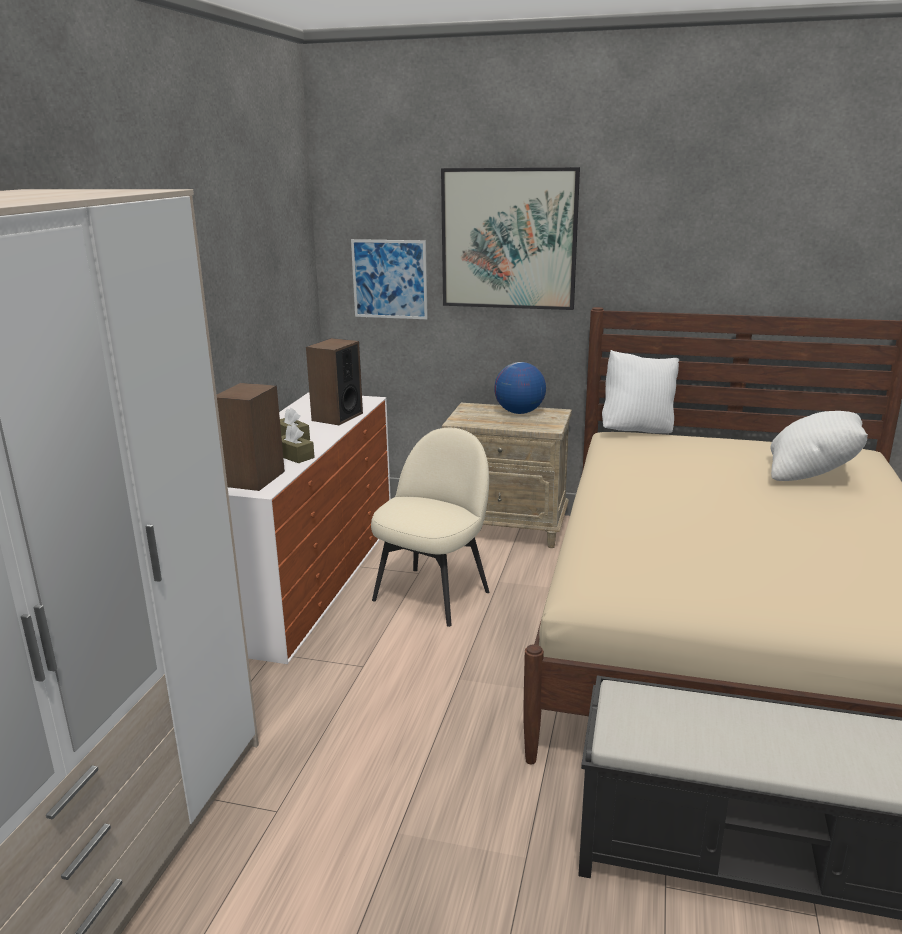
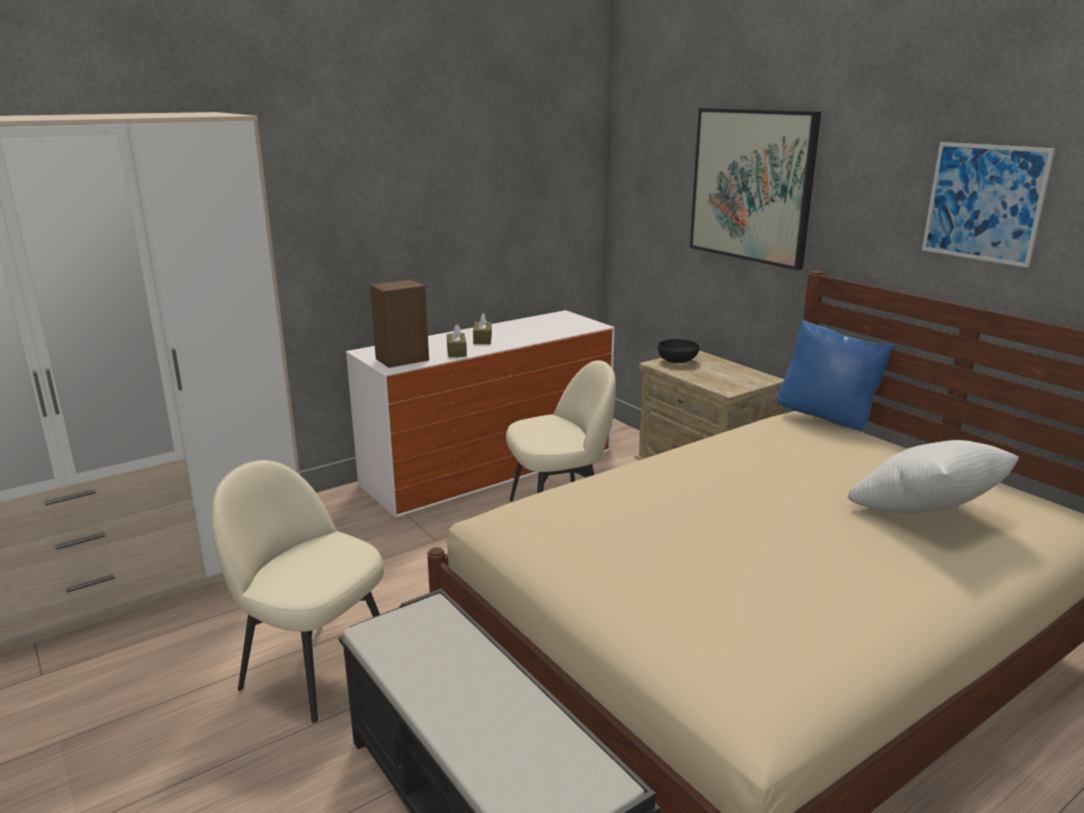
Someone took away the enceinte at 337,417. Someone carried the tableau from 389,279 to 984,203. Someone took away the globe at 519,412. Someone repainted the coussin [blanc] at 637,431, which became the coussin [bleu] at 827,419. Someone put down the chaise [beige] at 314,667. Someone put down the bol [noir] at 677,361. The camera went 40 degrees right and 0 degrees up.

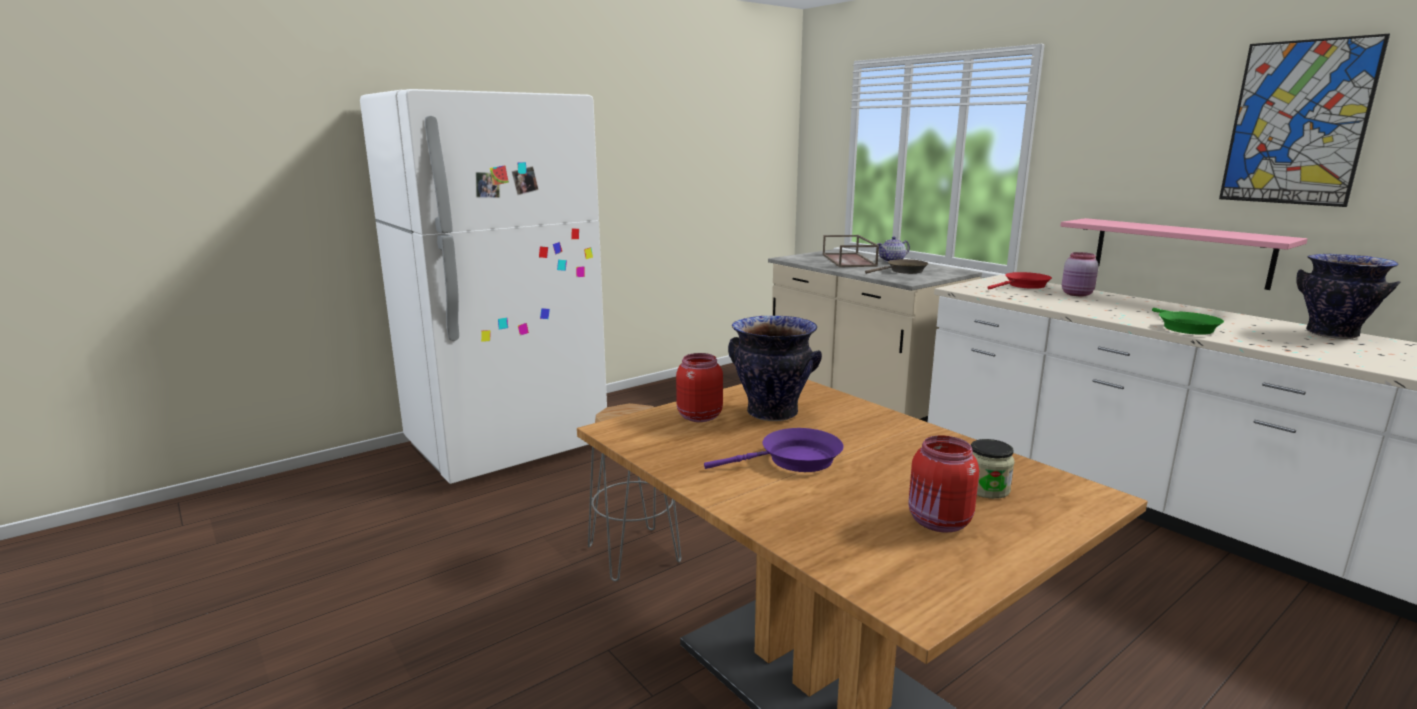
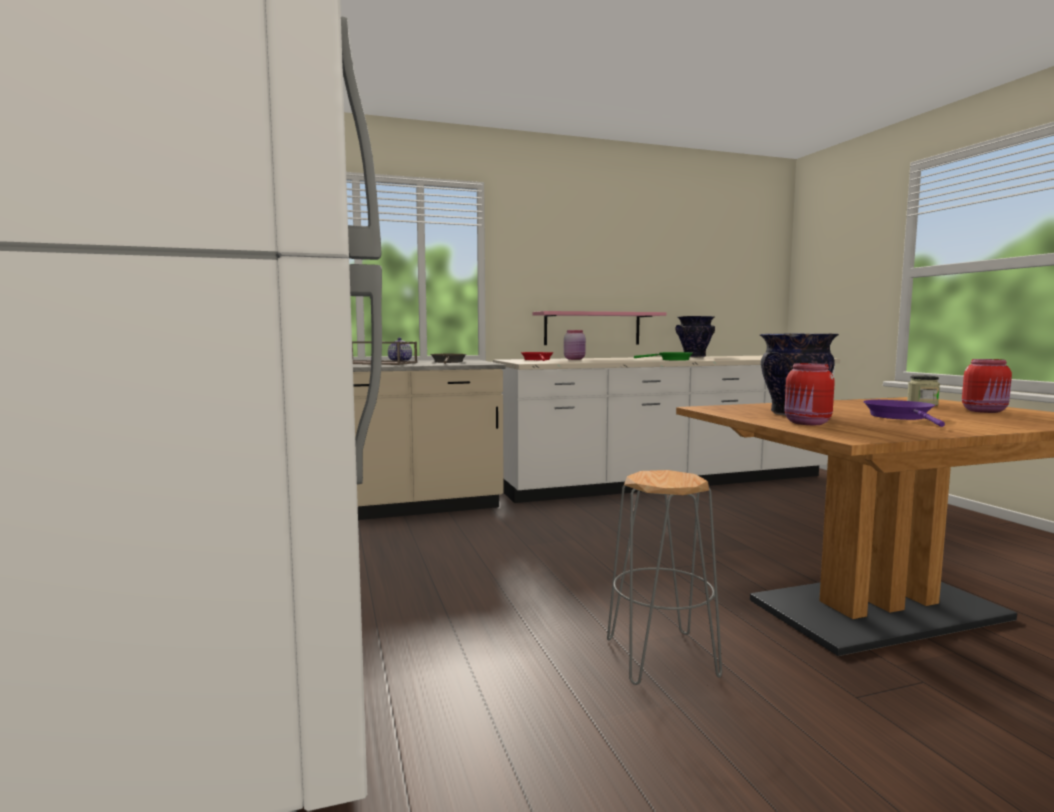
Someone took away the tableau at 1297,123. The camera went 70 degrees left and 10 degrees down.

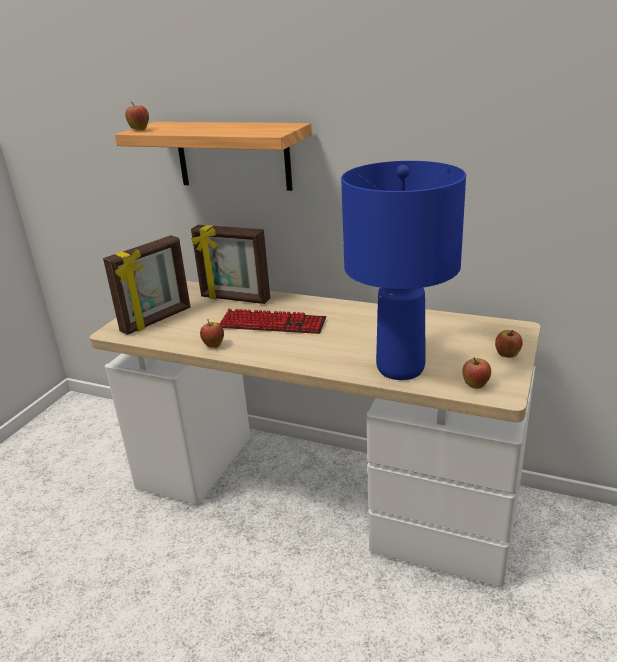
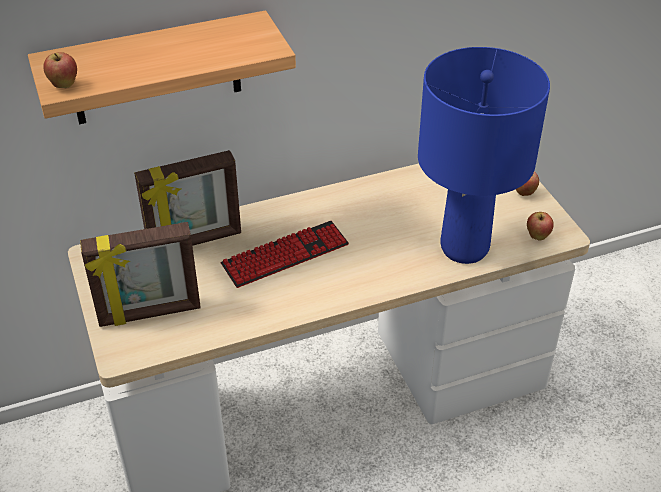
Someone rotated the cadre photo at 157,320 by 75 degrees clockwise. Someone took away the pomme at 213,346. The camera went 45 degrees left and 15 degrees up.

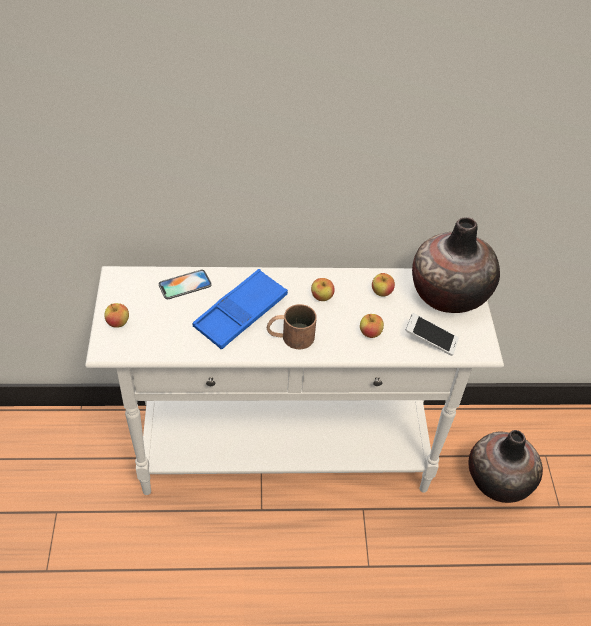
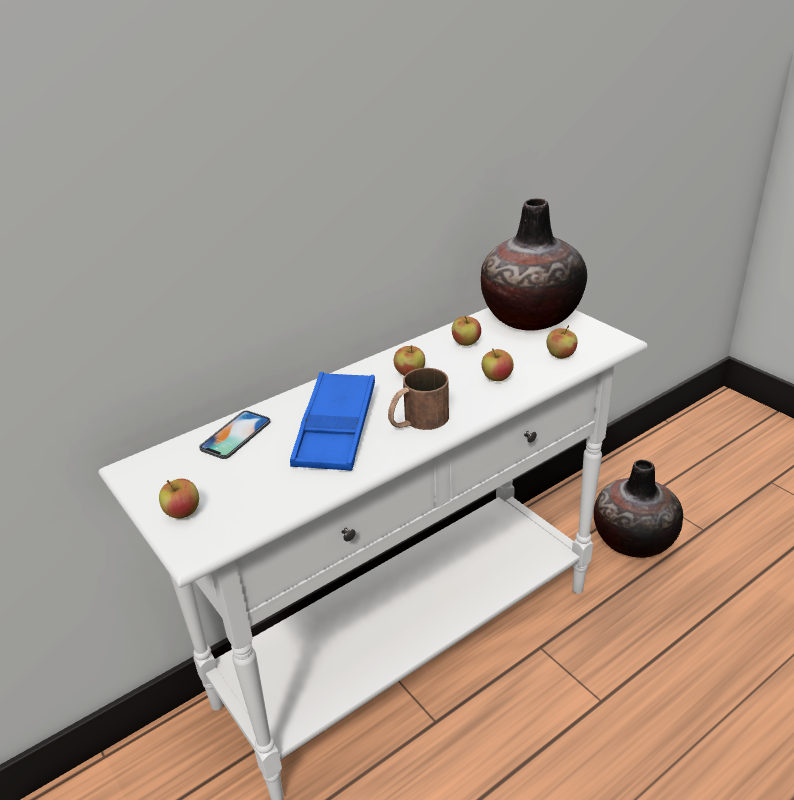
Someone swapped the téléphone at 430,339 for the pomme at 560,355. The camera went 30 degrees left and 15 degrees down.

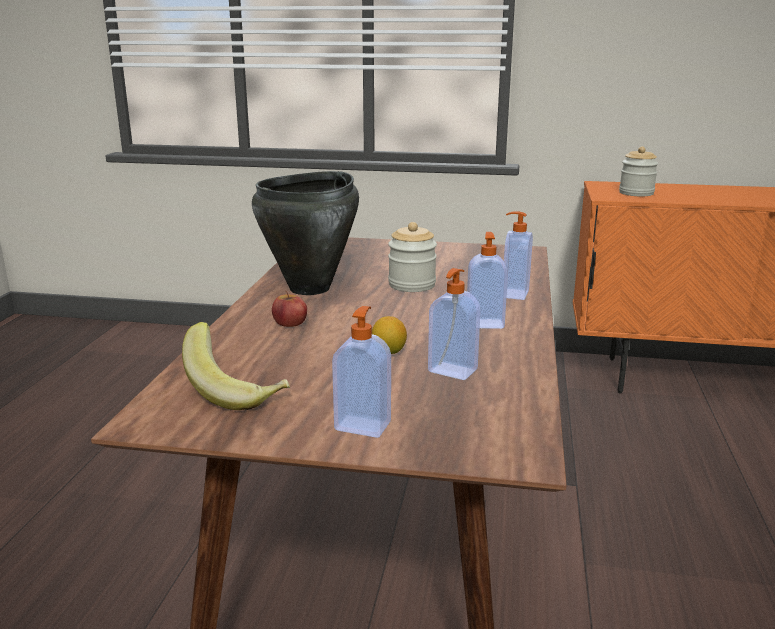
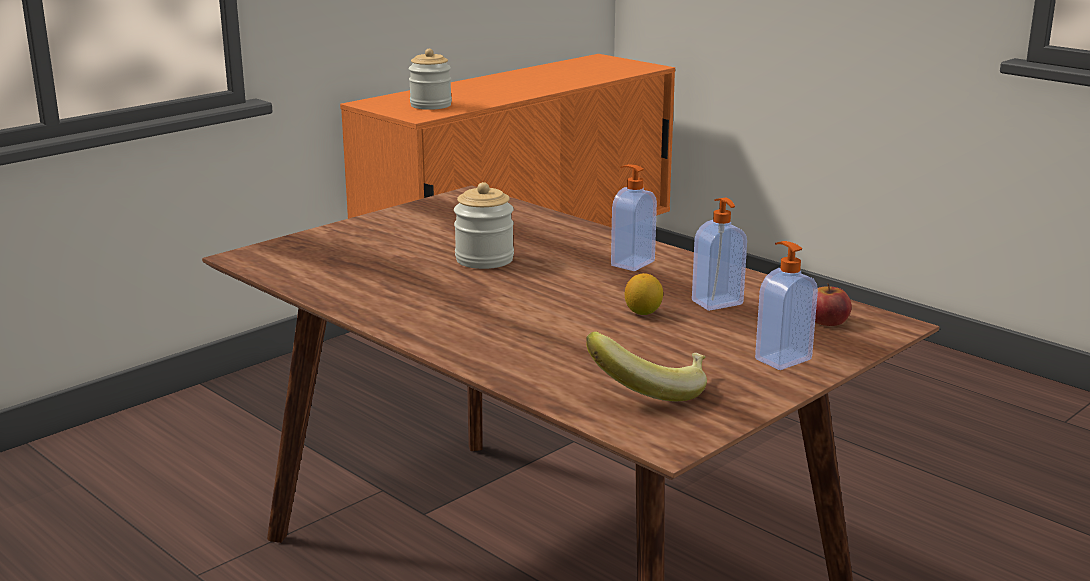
Someone took away the marmite [noir] at 311,288. Someone carried the pomme from 290,322 to 827,320. Someone took away the distributeur de savon at 514,294. The camera went 55 degrees left and 0 degrees up.

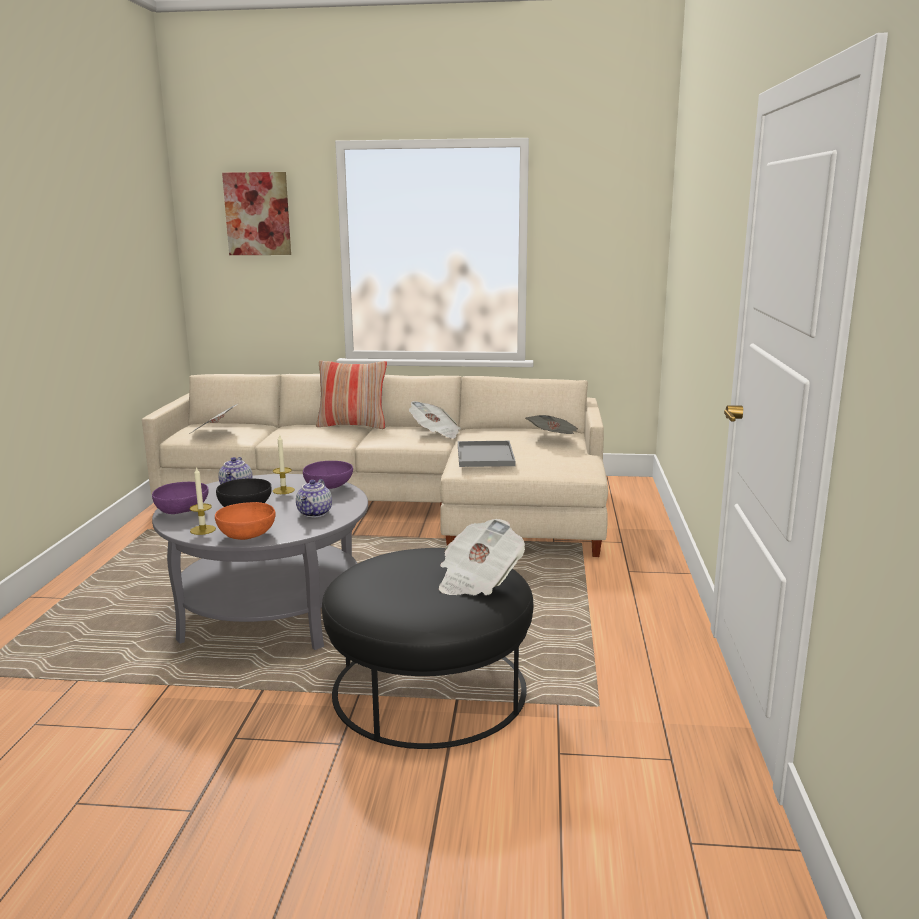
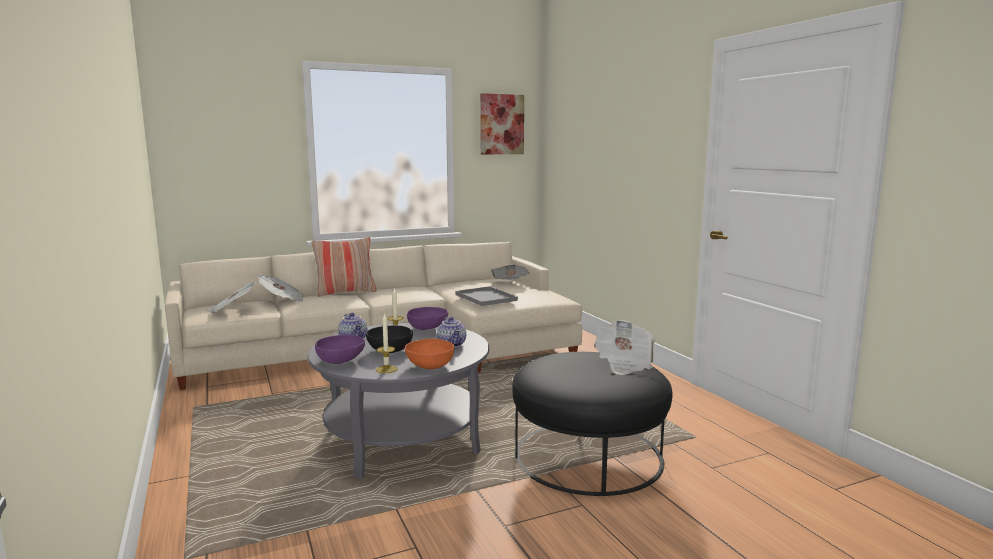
Someone carried the tableau from 257,214 to 501,124. Someone carried the journal from 435,433 to 282,300. The camera went 30 degrees left and 5 degrees down.

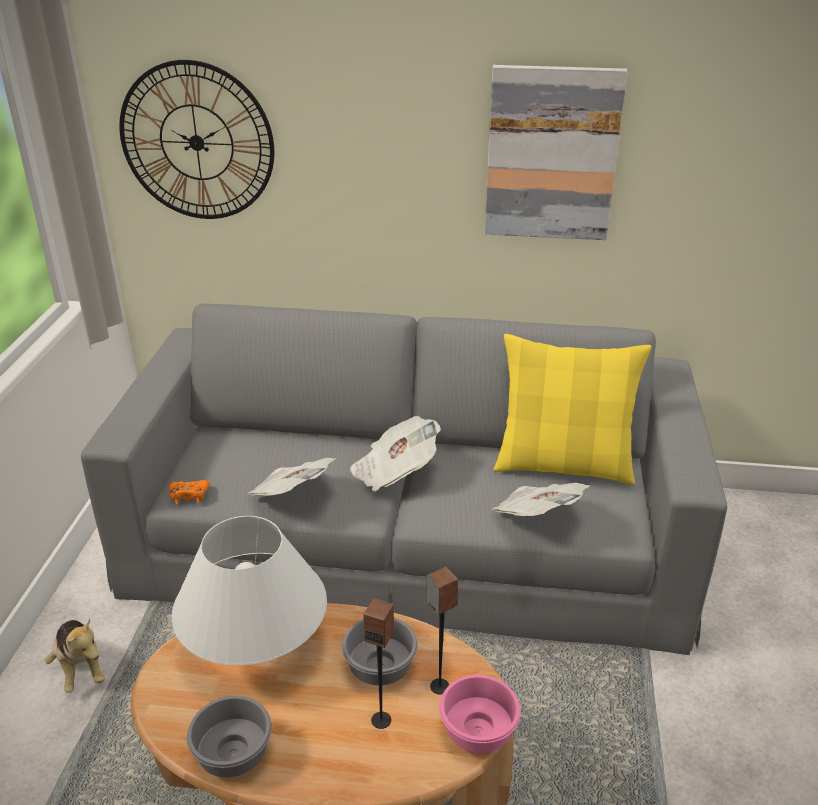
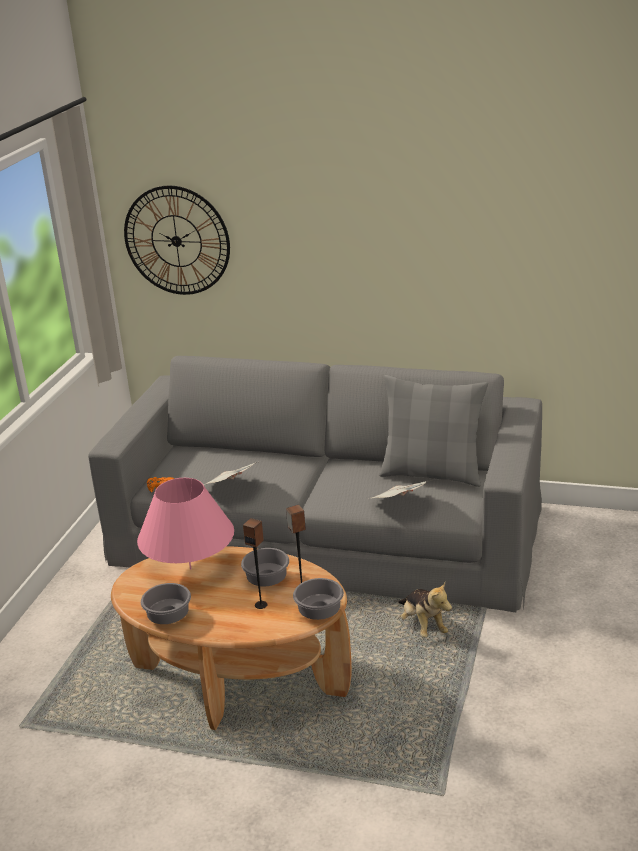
Someone carried the peluche from 80,668 to 423,626. Someone repainted the lampe de table [blanc] at 256,650, which became the lampe de table [rose] at 191,569. Someone took away the journal at 394,471. Someone repainted the bol [rose] at 479,729, which became the bol [gris] at 320,611. Someone took away the tableau at 551,154. Someone repainted the coussin [jaune] at 563,465, which became the coussin [gris] at 432,473. The camera went 10 degrees right and 5 degrees down.

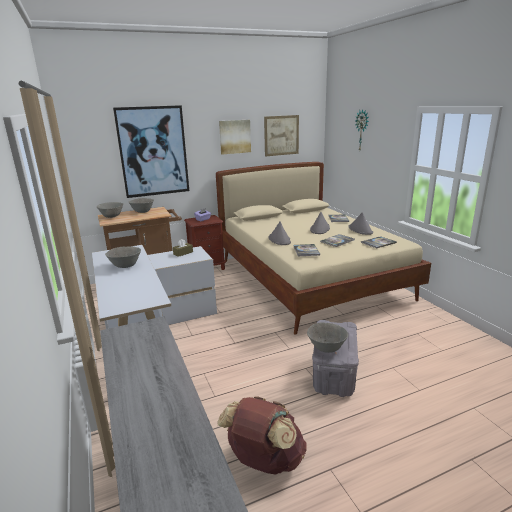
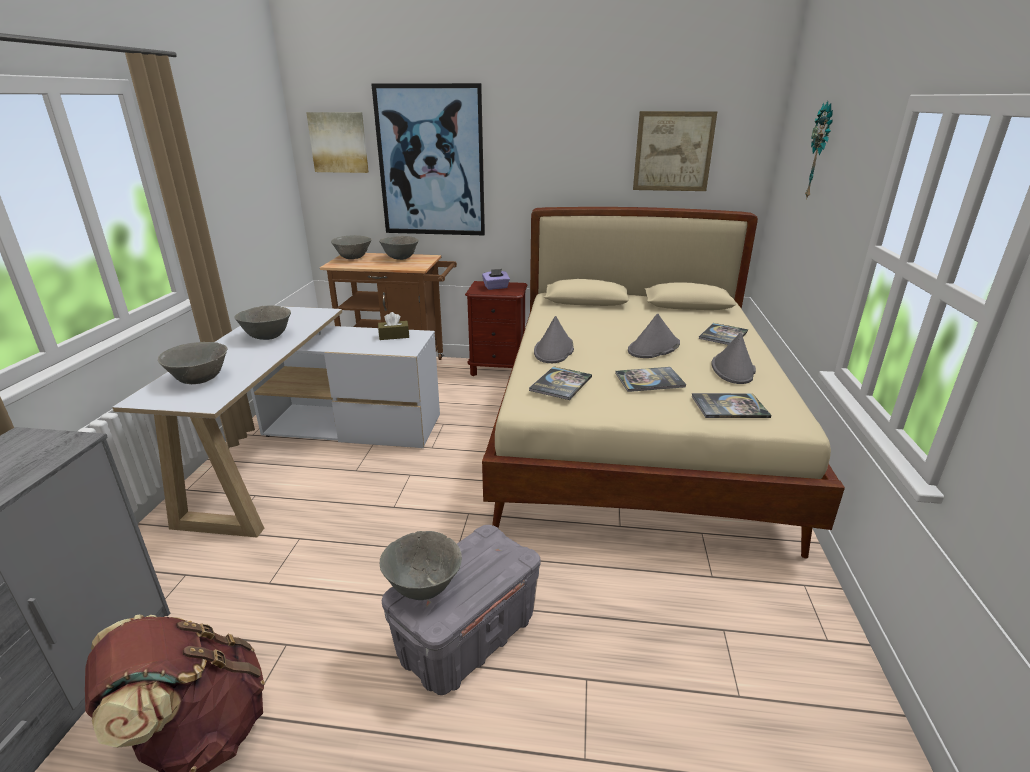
Someone carried the tableau from 235,136 to 339,142. Someone put down the bol [gris] at 200,380. The camera went 30 degrees right and 5 degrees up.

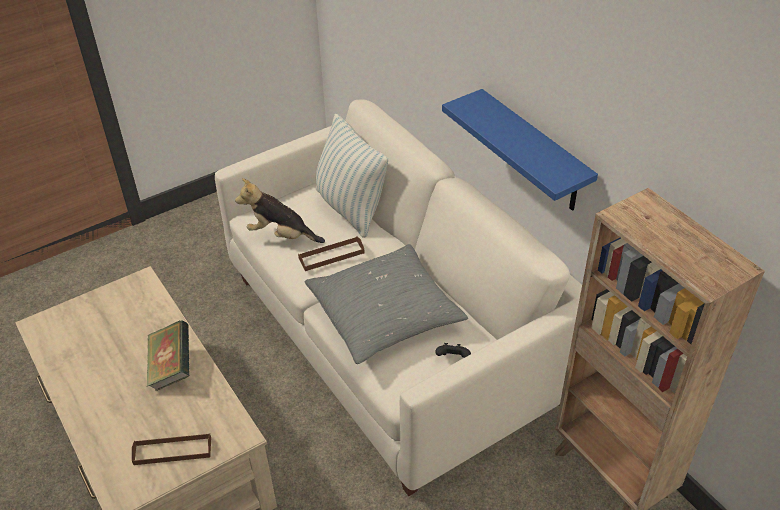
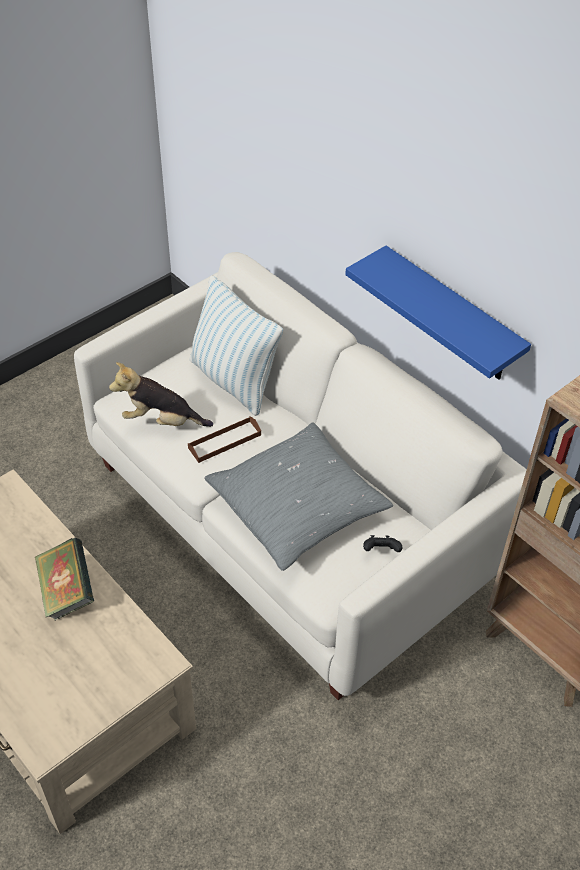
Someone took away the plateau [marron] at 172,451. The camera went 10 degrees left and 5 degrees up.

